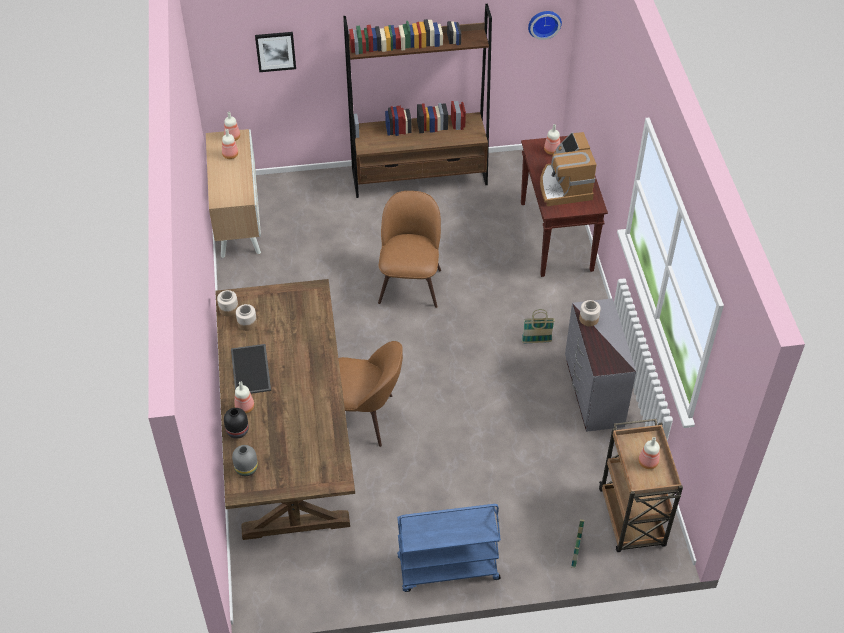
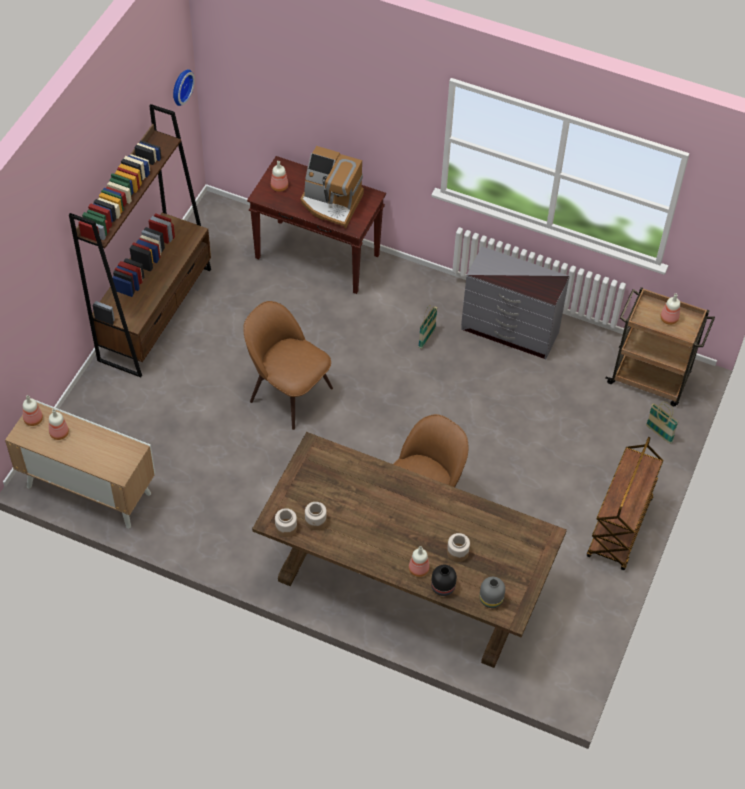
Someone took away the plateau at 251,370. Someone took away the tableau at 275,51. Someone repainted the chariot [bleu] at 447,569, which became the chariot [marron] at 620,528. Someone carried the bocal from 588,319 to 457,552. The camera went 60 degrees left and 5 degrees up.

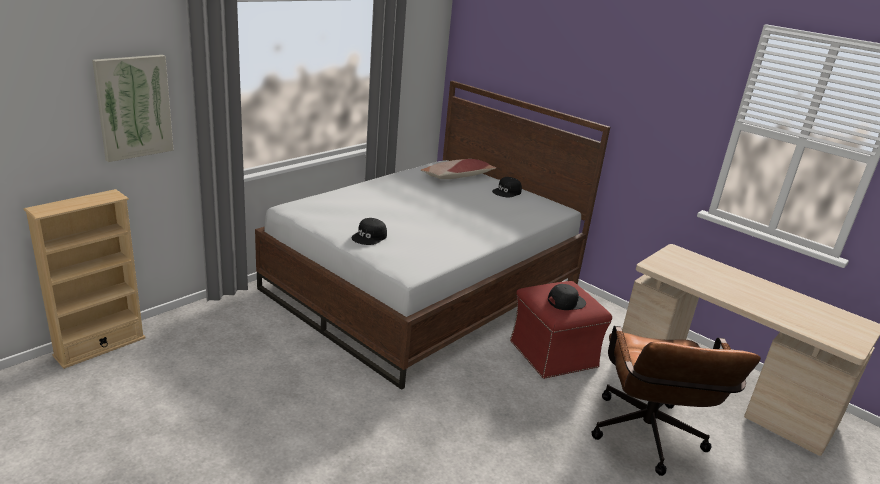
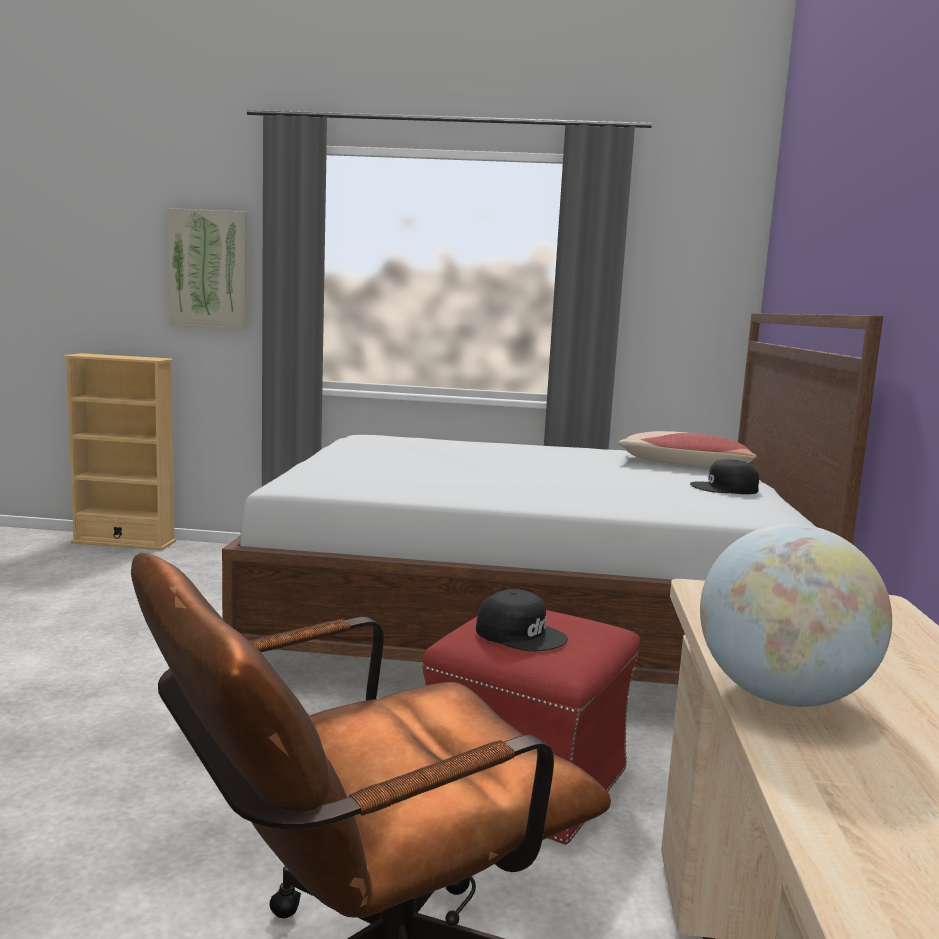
Someone took away the casquette [noir] at 370,237. Someone put down the globe at 781,697. The camera went 55 degrees right and 15 degrees down.

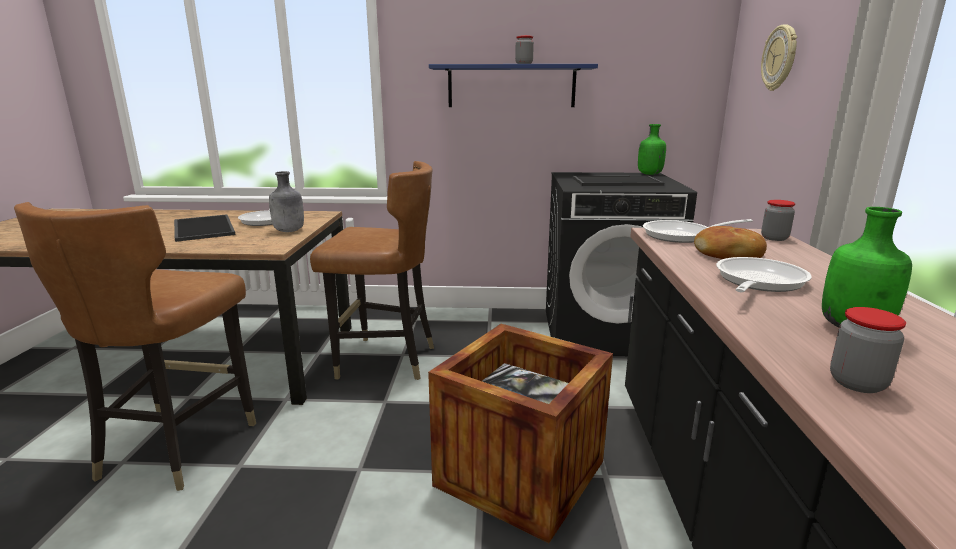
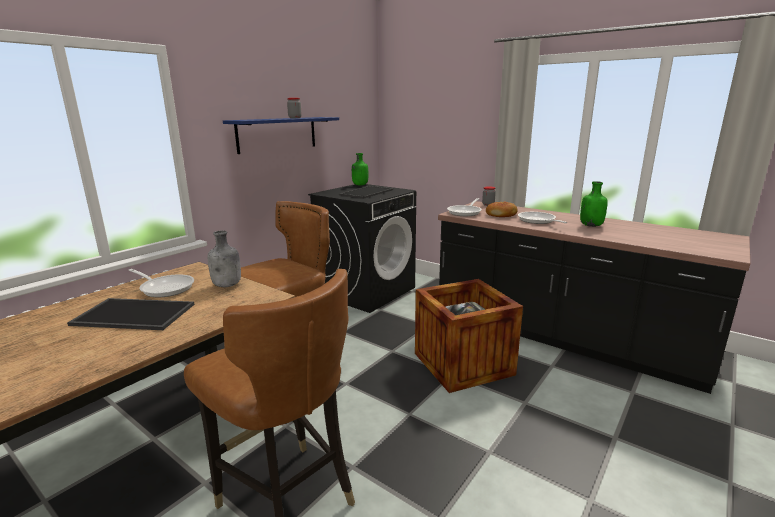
Someone took away the horloge murale at 780,58. Someone took away the bocal at 857,383. The camera went 55 degrees left and 0 degrees up.

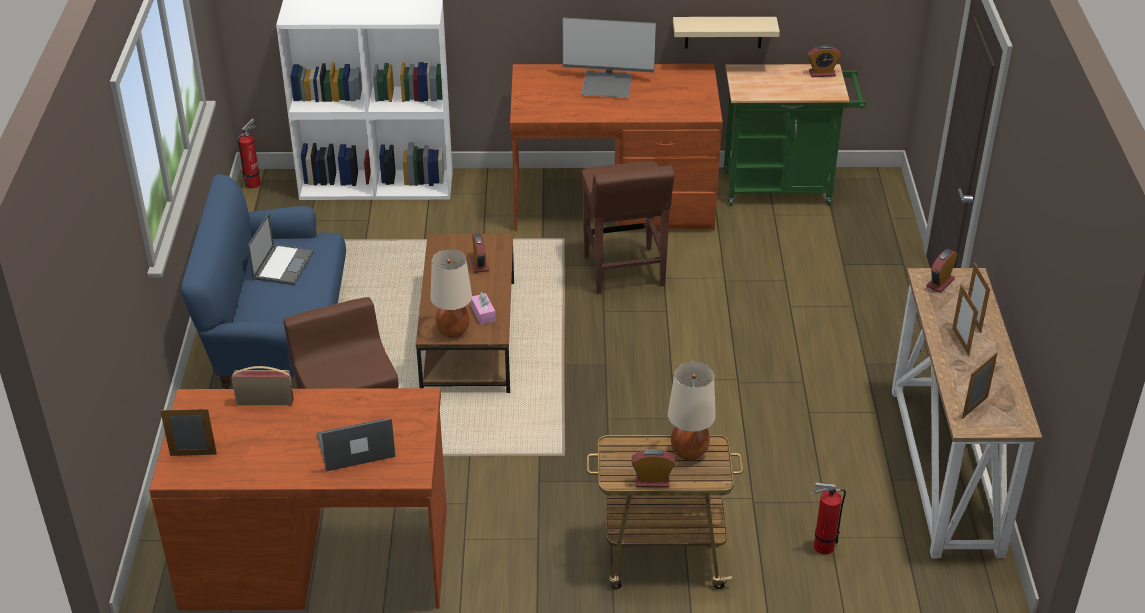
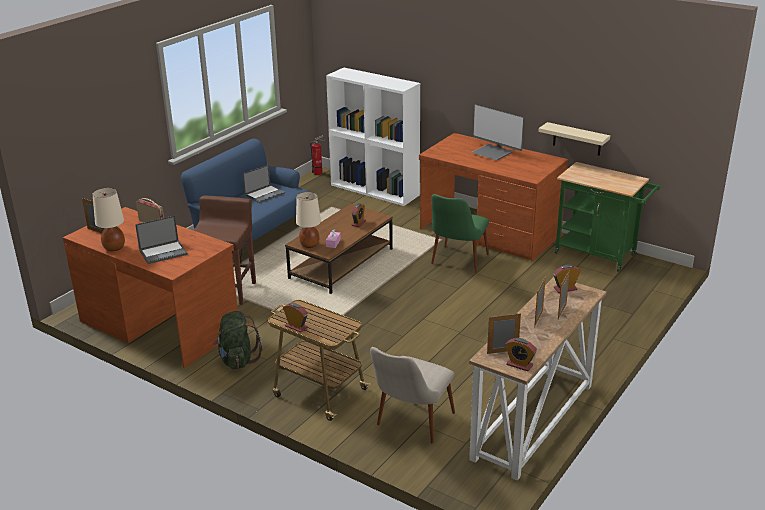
Someone rotated the ordinateur portable at 354,446 by 135 degrees clockwise. Someone swapped the tabouret [marron] at 624,272 for the chaise [vert] at 456,263. Someone carried the lampe de table [beige] from 689,451 to 114,248. Someone carried the réveil from 822,73 to 519,365. Someone swapped the extincteur at 821,547 for the chaise [beige] at 410,426. Someone put down the sac à dos [vert] at 237,360. The camera went 35 degrees right and 10 degrees down.

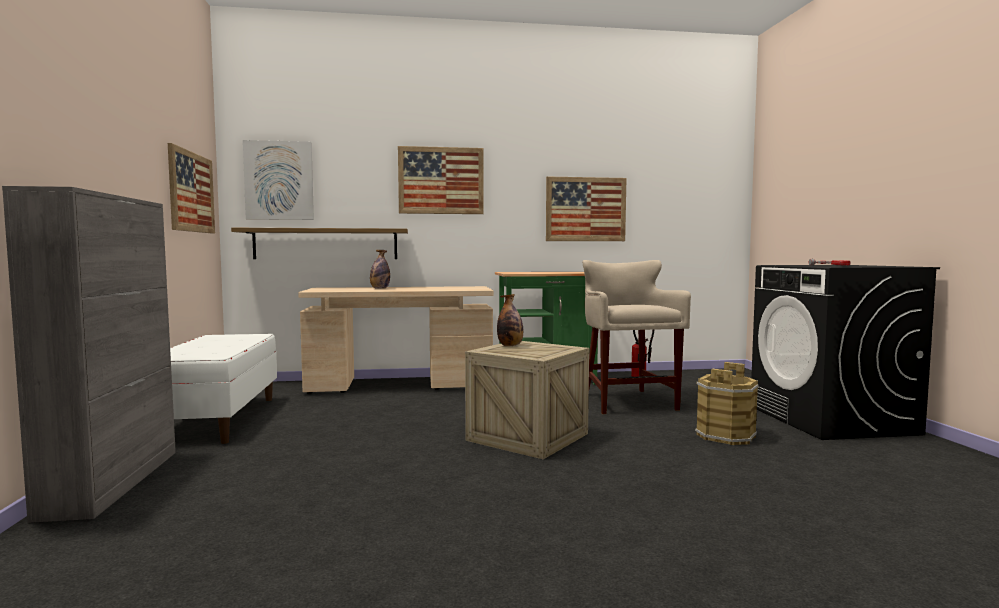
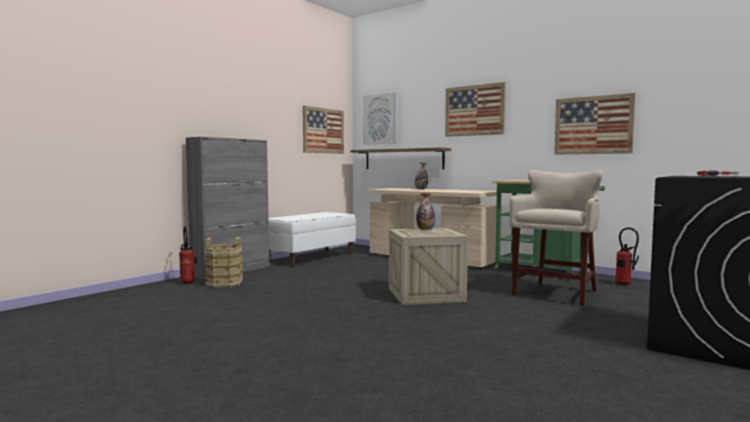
Someone carried the seau [marron] from 726,436 to 224,283. Someone put down the extincteur at 188,282. The camera went 45 degrees right and 0 degrees up.

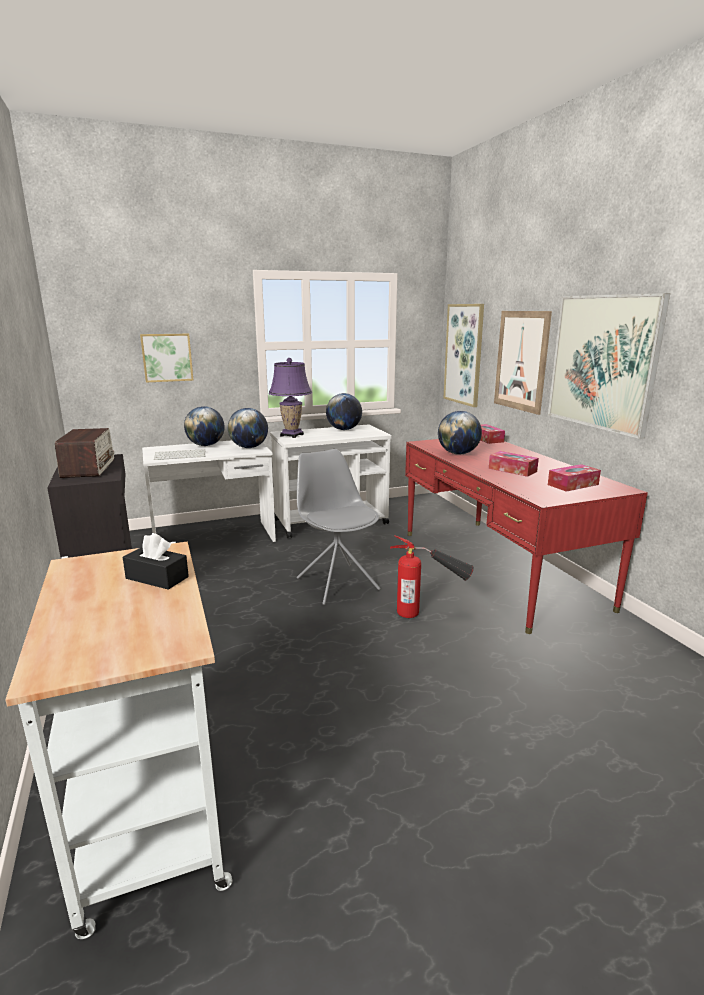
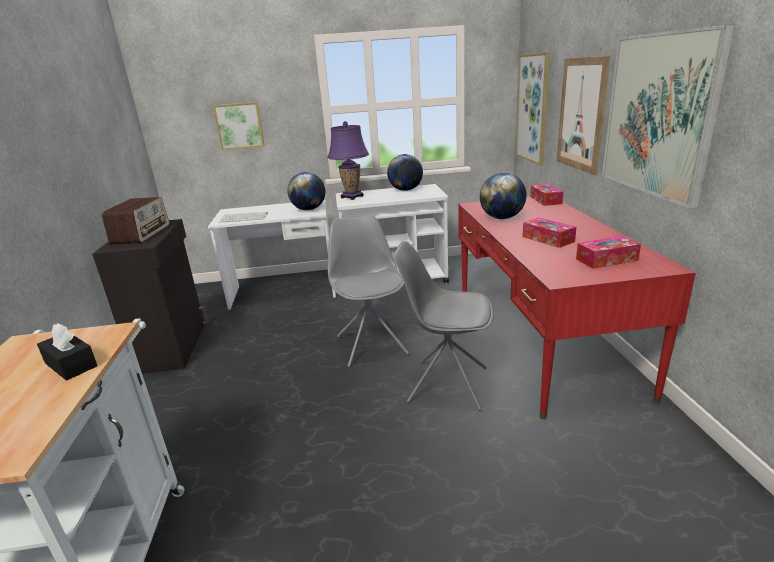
Someone took away the globe at 206,445. Someone swapped the extincteur at 428,613 for the chaise [gris] at 446,384. The camera went 15 degrees right and 5 degrees up.

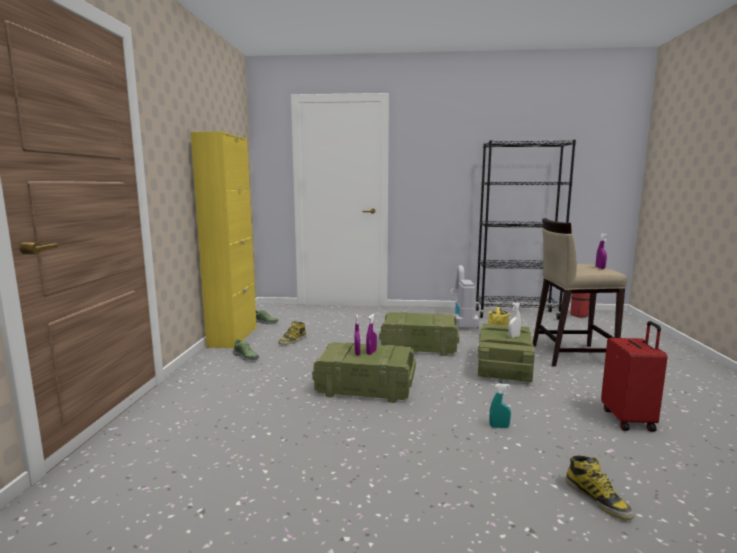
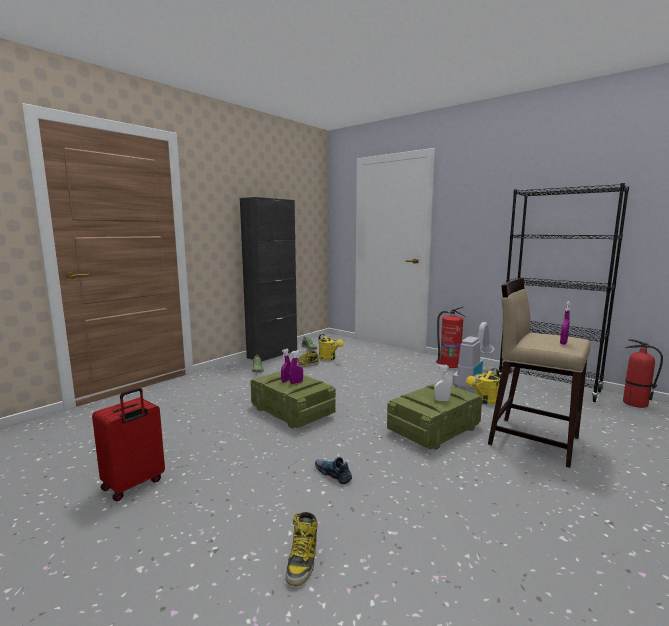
Someone repainted the meuble de rangement [jaune] at 233,337, which became the meuble de rangement [noir] at 272,354. Someone took away the caisse at 420,346. Someone swapped the vaporisateur [turquoise] at 499,427 for the chaussure at 333,474. Someone carried the valise [rouge] from 629,420 to 134,485. Someone put down the arrosoir [jaune] at 329,358. Someone put down the extincteur at 449,364. The camera went 35 degrees right and 0 degrees up.

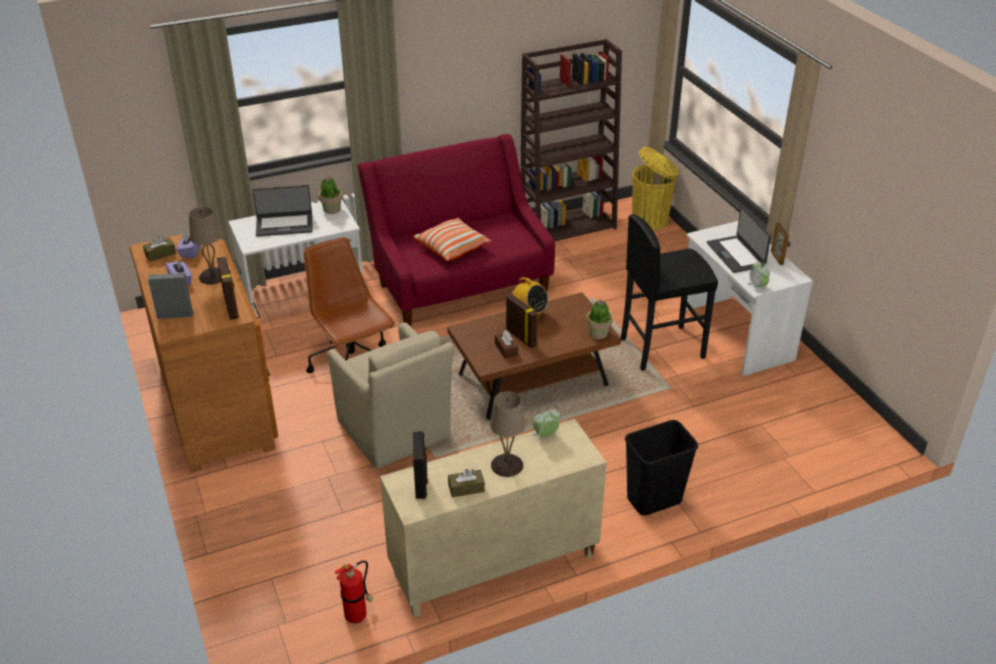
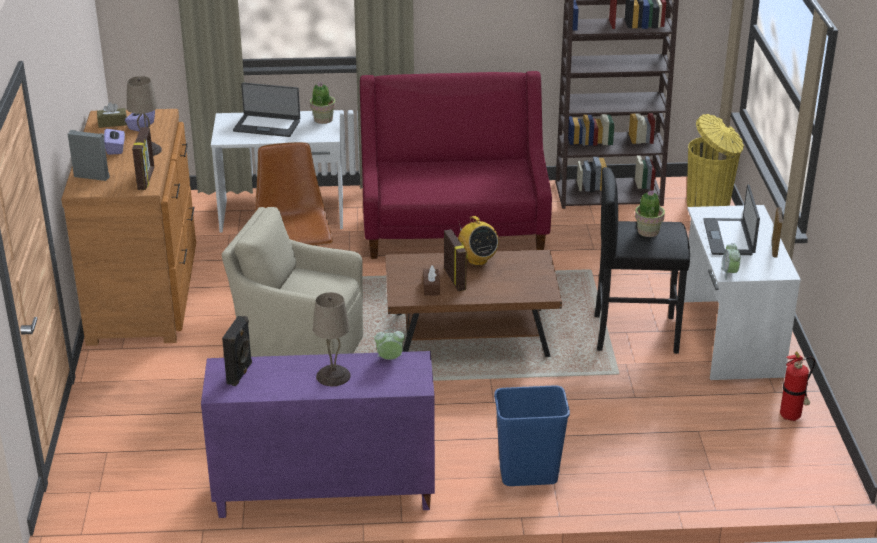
Someone rotated the fauteuil [beige] at 395,432 by 120 degrees clockwise. Someone carried the extincteur from 358,615 to 792,416. Someone repainted the meuble de rangement [beige] at 493,566, which became the meuble de rangement [violet] at 323,493. Someone took away the coussin at 452,247. Someone took away the boîte à mouchoirs [marron] at 466,488. Someone carried the plante en pot from 598,333 to 648,232. Someone repainted the poubelle [noir] at 654,501, which became the poubelle [bleu] at 528,476. The camera went 20 degrees right and 5 degrees down.

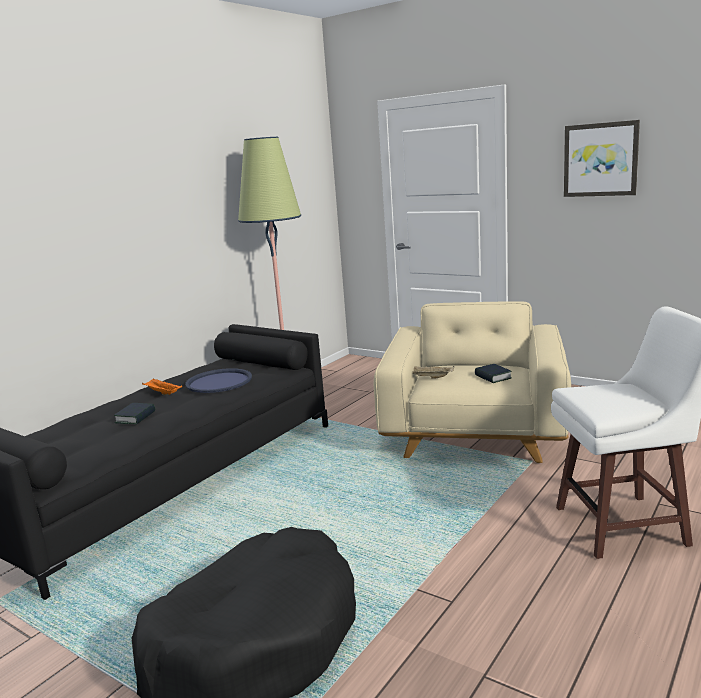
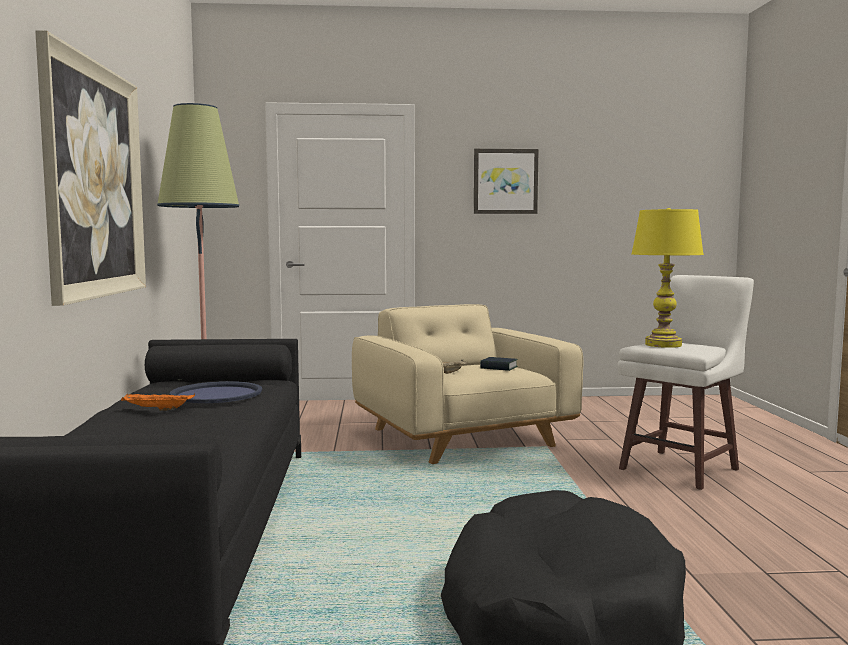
Someone took away the livre at 135,417. Someone put up the tableau at 94,181. Someone put down the lampe de table [jaune] at 663,345. The camera went 40 degrees left and 10 degrees down.

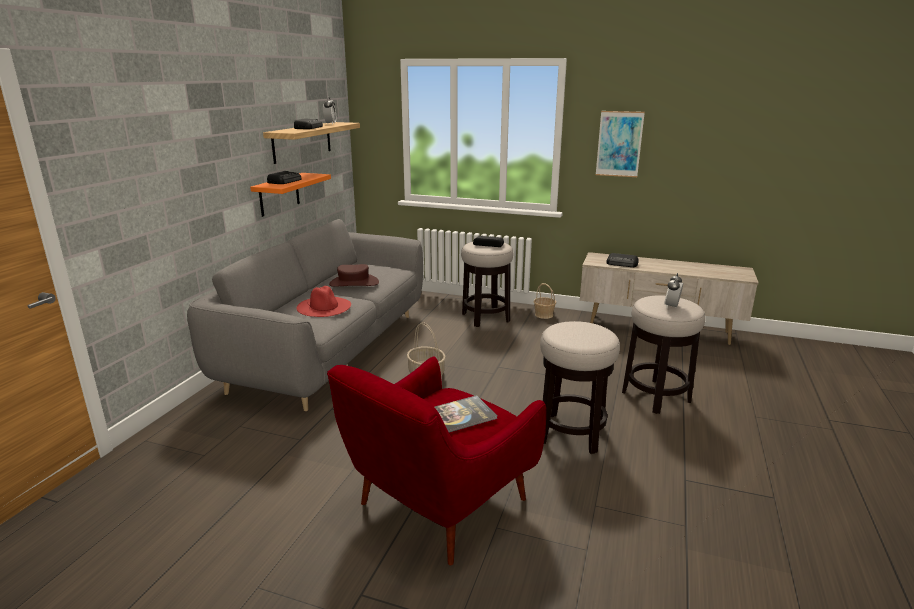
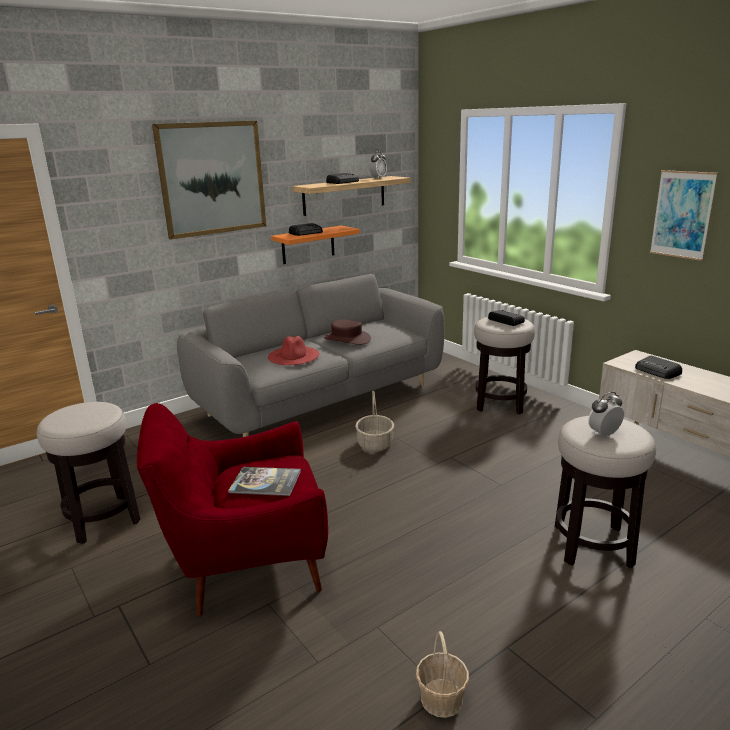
Someone carried the panier from 544,315 to 441,699. Someone carried the tabouret from 571,433 to 103,519. Someone put up the tableau at 212,178. The camera went 35 degrees right and 0 degrees up.

